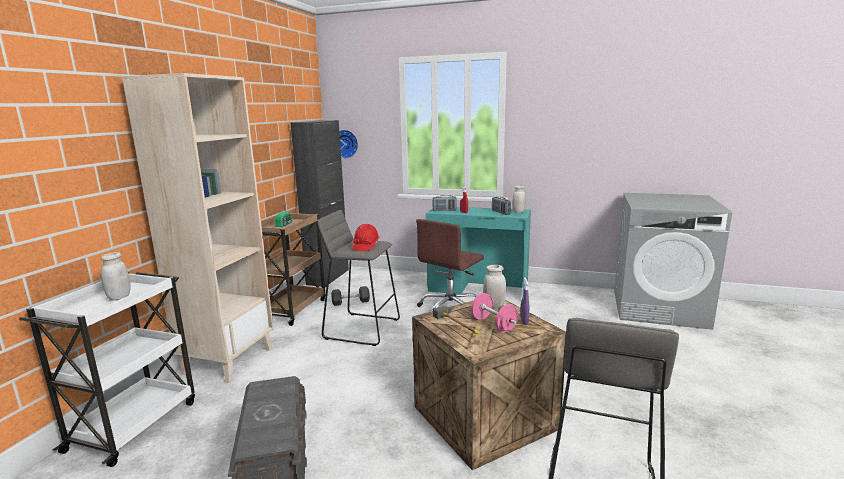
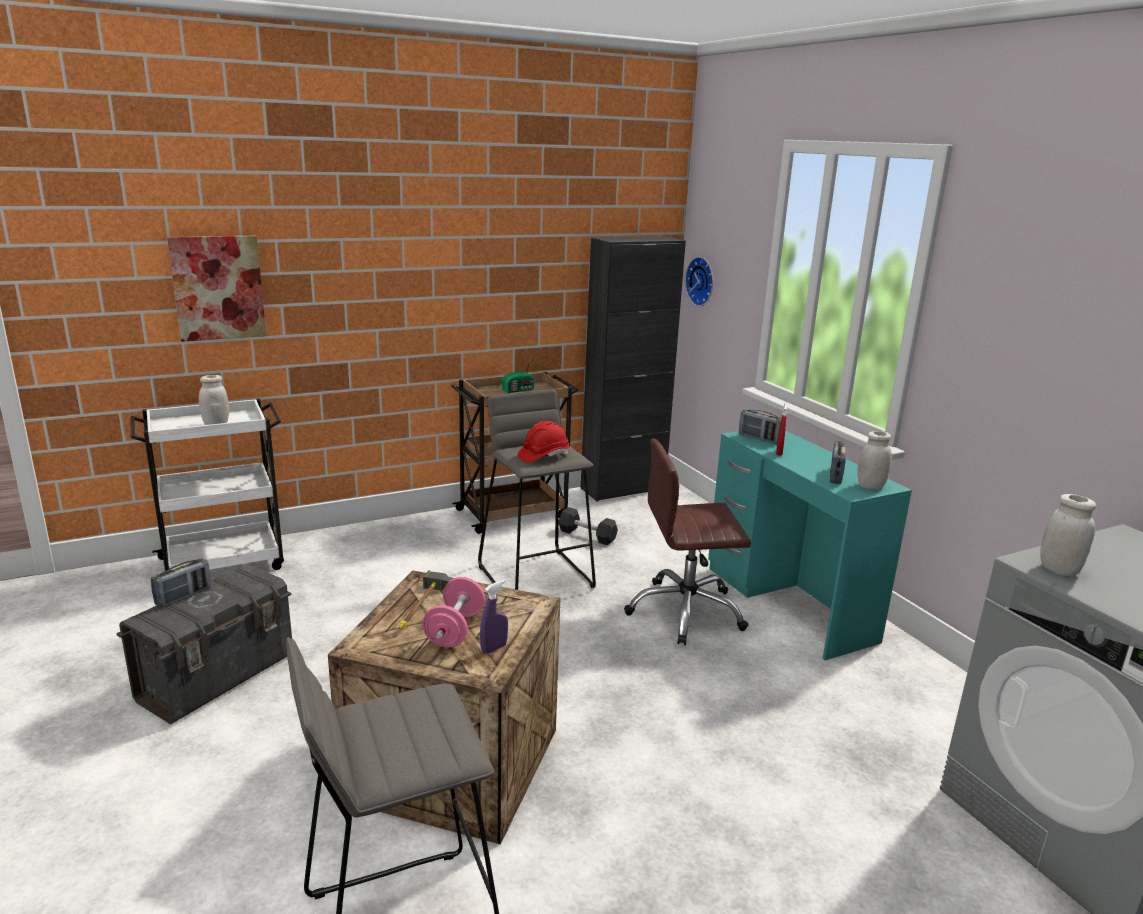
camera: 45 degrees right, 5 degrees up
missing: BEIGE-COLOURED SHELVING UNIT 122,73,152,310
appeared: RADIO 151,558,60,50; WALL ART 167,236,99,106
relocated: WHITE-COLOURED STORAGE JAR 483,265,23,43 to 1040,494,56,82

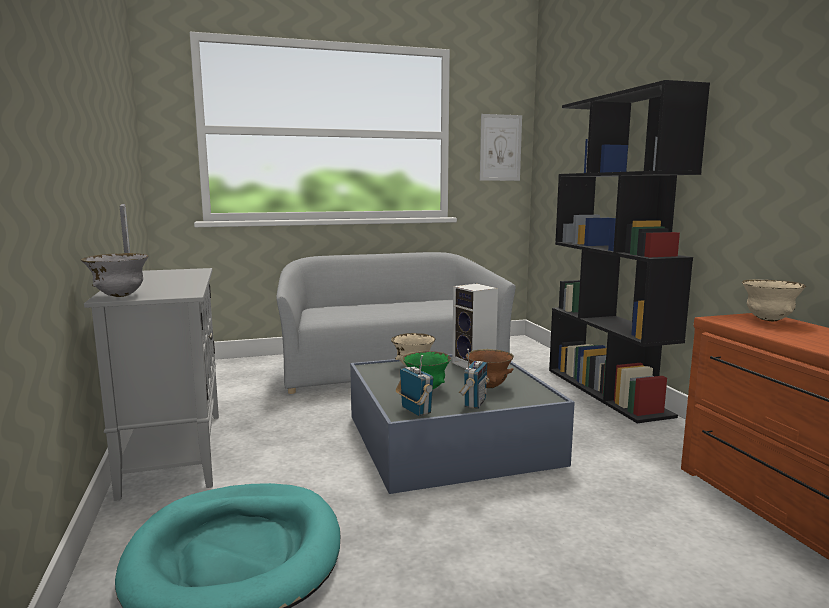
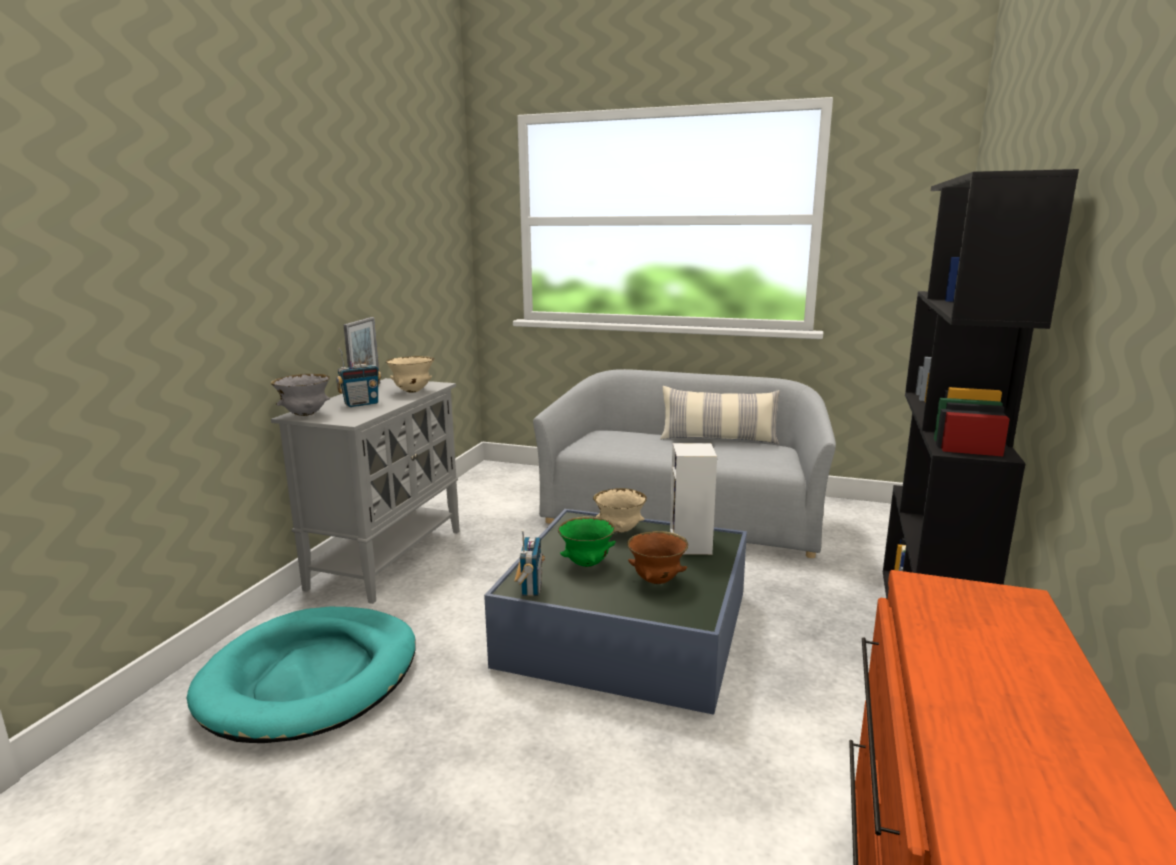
camera: 35 degrees right, 5 degrees up
missing: WALL ART 480,114,42,67
appeared: THROW PILLOW 660,386,120,58
relocated: RADIO 459,349,30,60 to 336,348,46,59; BEIGE-COLOURED DEEP DISH 742,279,64,42 to 386,356,49,37

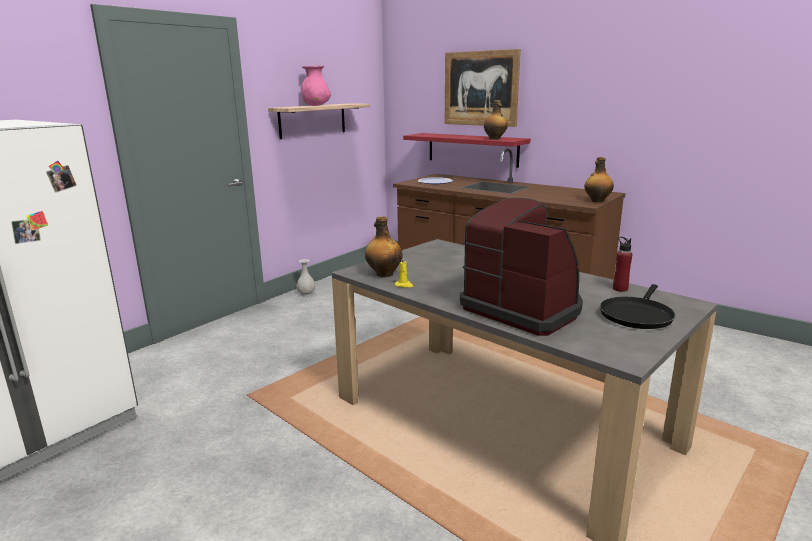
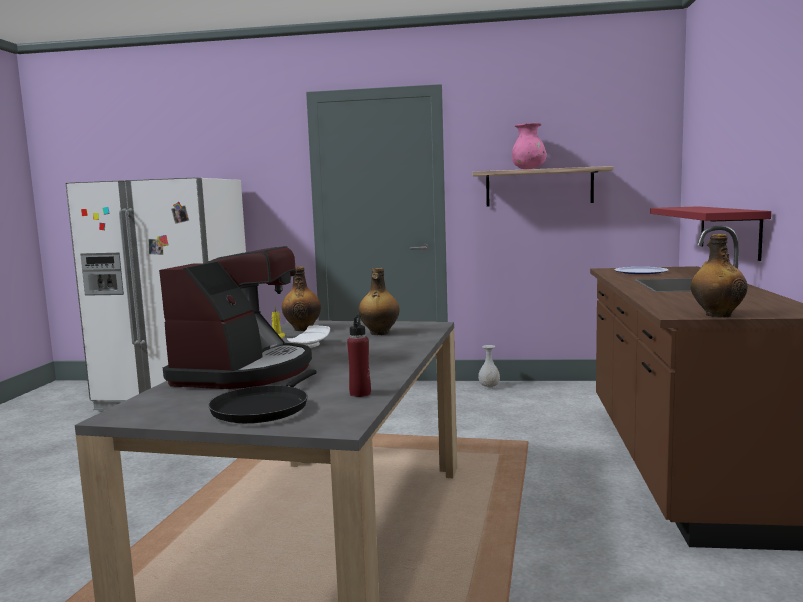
camera: 60 degrees right, 10 degrees down
missing: WALL ART 445,49,76,78
appeared: WHITE-COLOURED FLAT DISH 287,326,43,22
relocated: BEVERAGE BOTTLE 484,100,24,40 to 358,268,42,67
spun: BLACKISH SKILLET 600,284,75,45 = 208,370,109,53 75 degrees counterclockwise

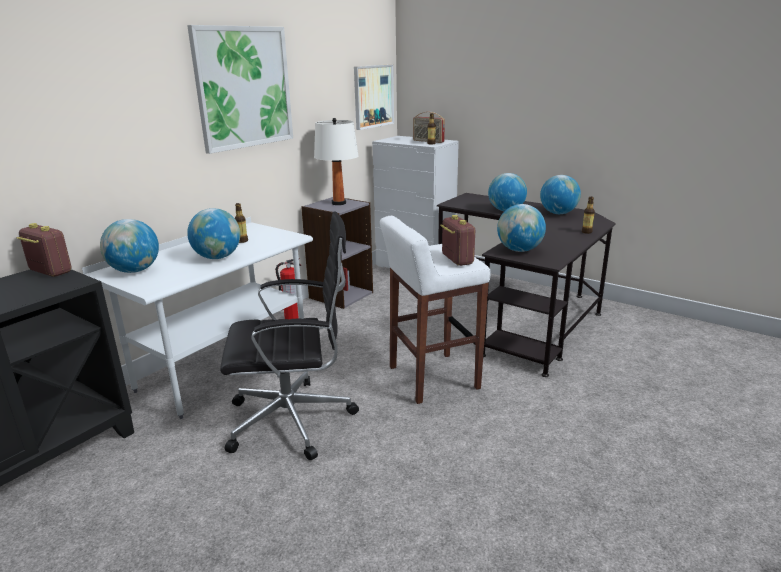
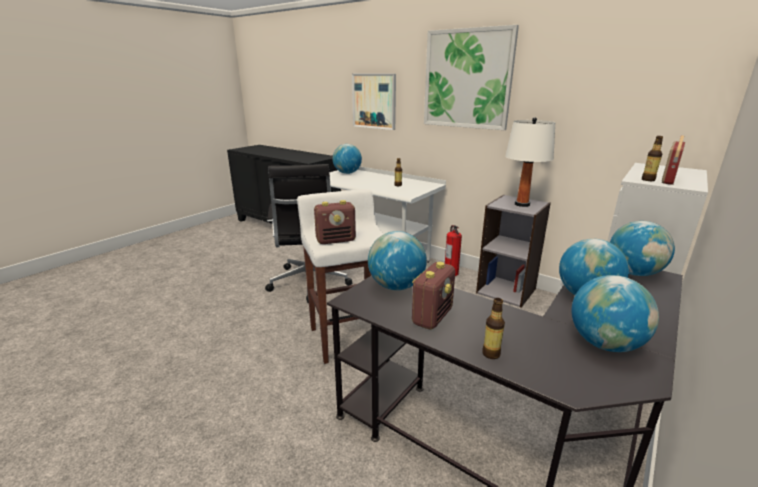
camera: 90 degrees right, 0 degrees up
relocated: RADIO 17,223,55,54 to 412,262,43,68; DESK GLOBE 187,208,53,51 to 610,221,65,55; WALL ART 354,65,40,65 to 352,74,44,56

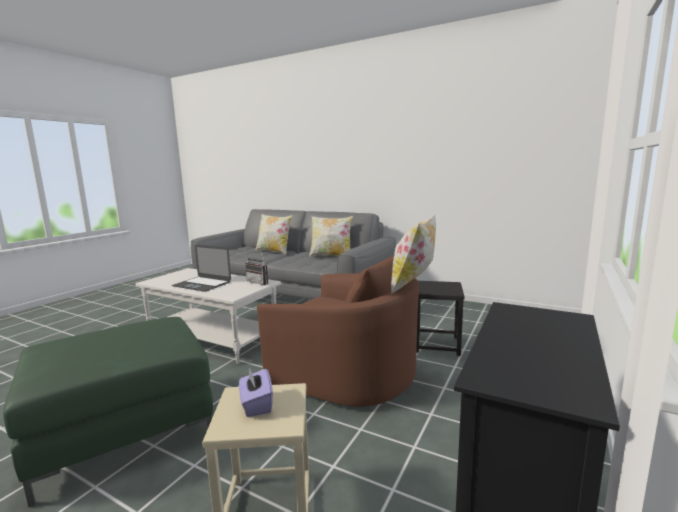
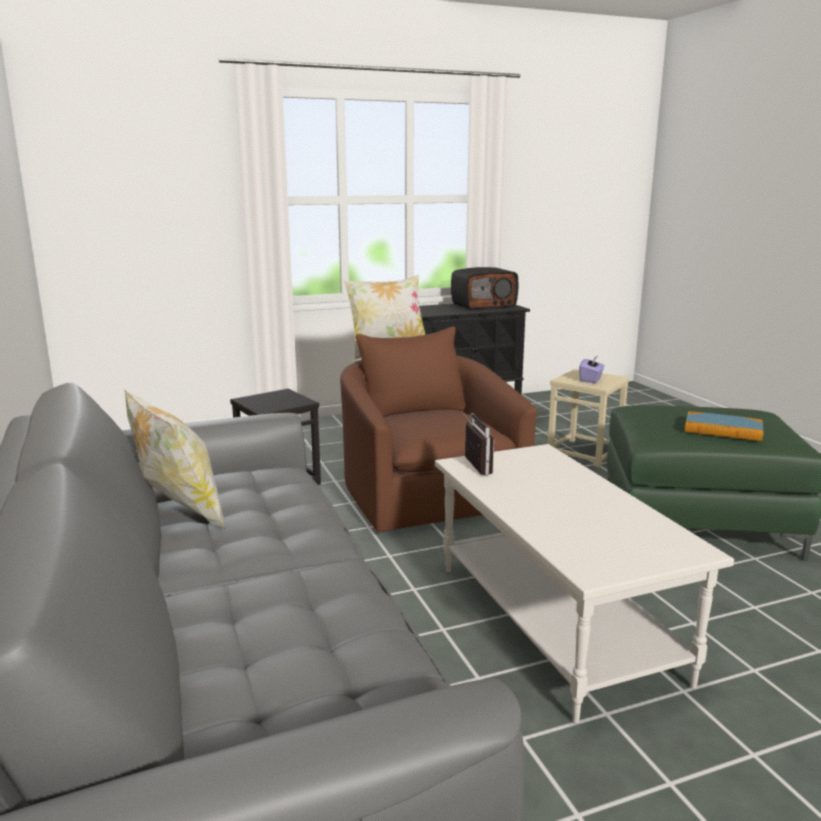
camera: 140 degrees left, 5 degrees up
missing: NOTEBOOK COMPUTER 172,245,59,47; THROW PILLOW 255,214,38,41
appeared: RADIO 451,267,67,43; BOOK 685,411,79,30

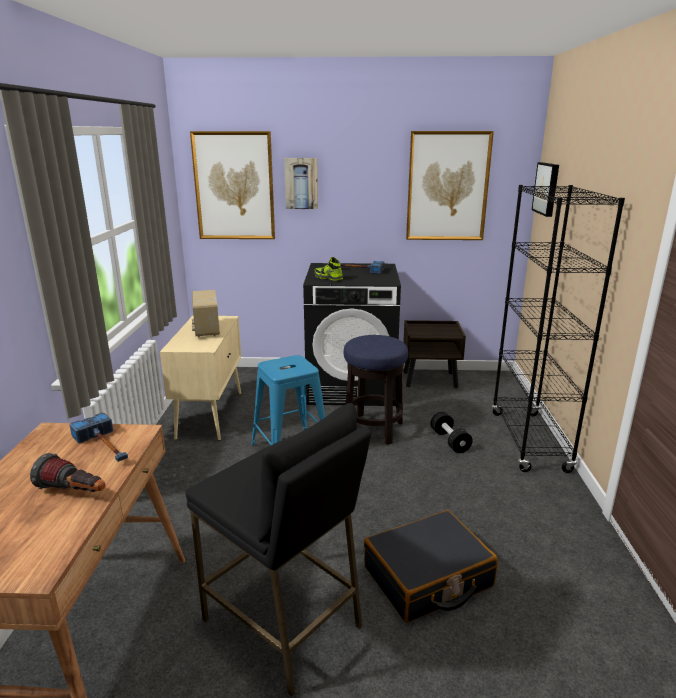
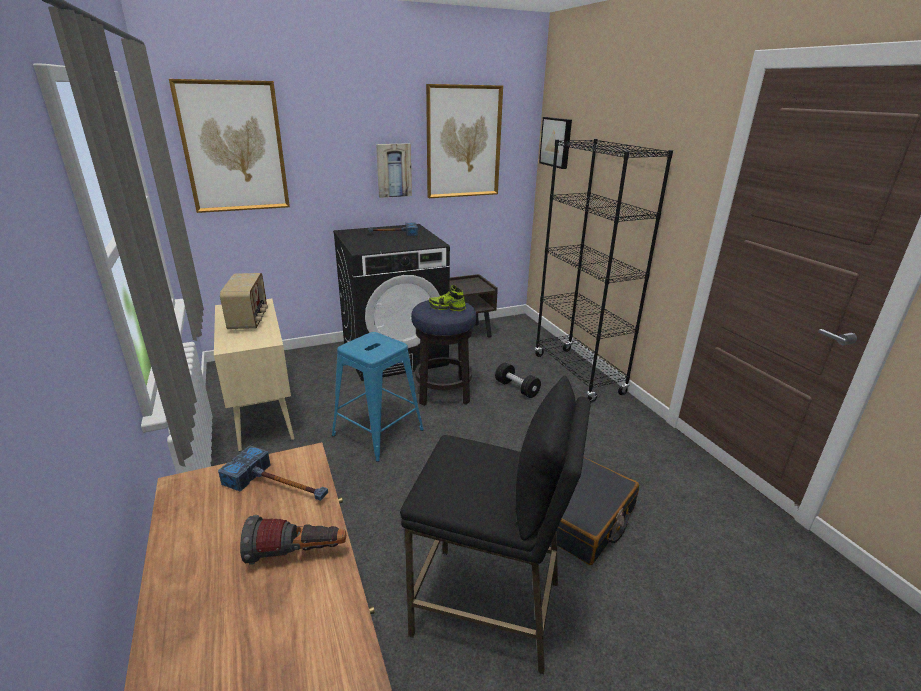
camera: 25 degrees left, 5 degrees up
relocated: WALL ART 284,158,34,51 to 376,143,36,55; SHOE 315,257,28,24 to 429,285,37,26
spun: RADIO 192,290,28,47 = 220,273,48,56 150 degrees counterclockwise

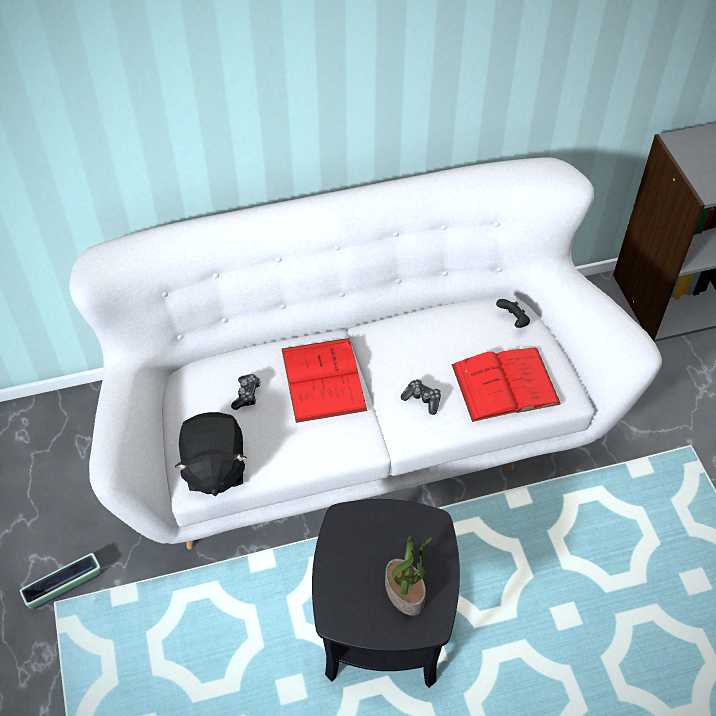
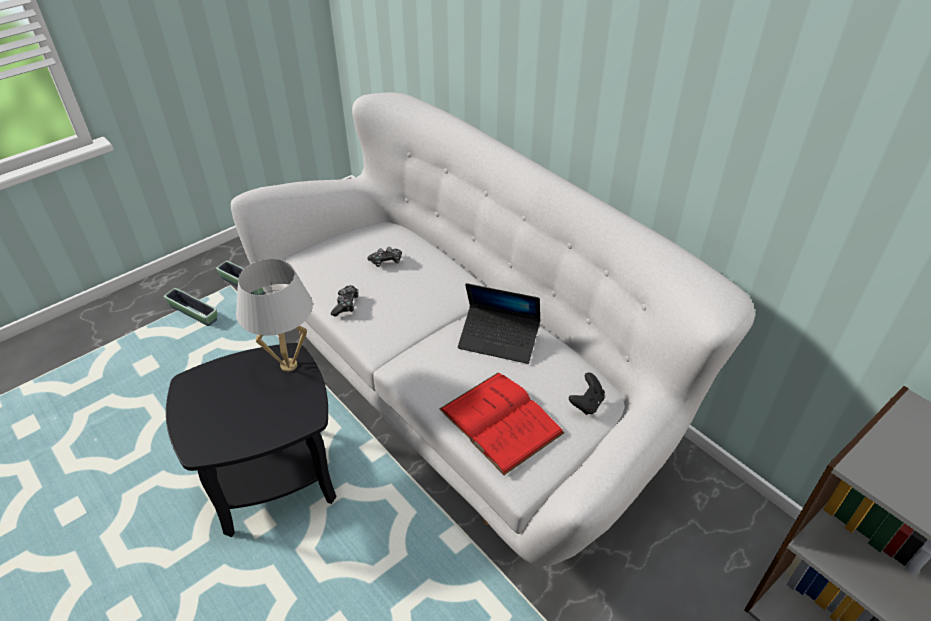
camera: 65 degrees right, 10 degrees down
missing: BLACKISH CUDDLY TOY 175,412,72,84; REDDISH BOOK 281,338,86,85; HOUSEPLANT 385,536,47,80
appeared: PLANT POT 164,288,53,38; WHITE-COLOURED LAMP FOR A TABLE 236,259,77,113; NOTEBOOK COMPUTER 458,283,83,81
relocated: JOYPAD 401,379,40,36 to 331,285,28,31

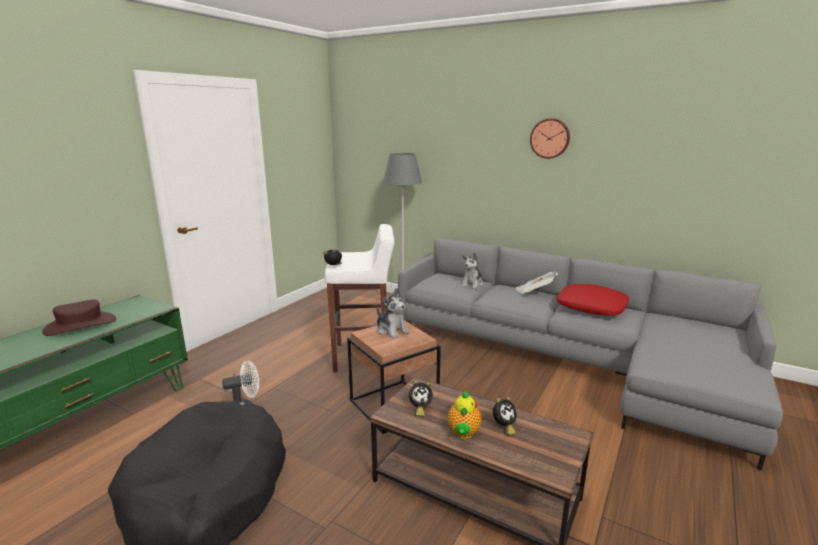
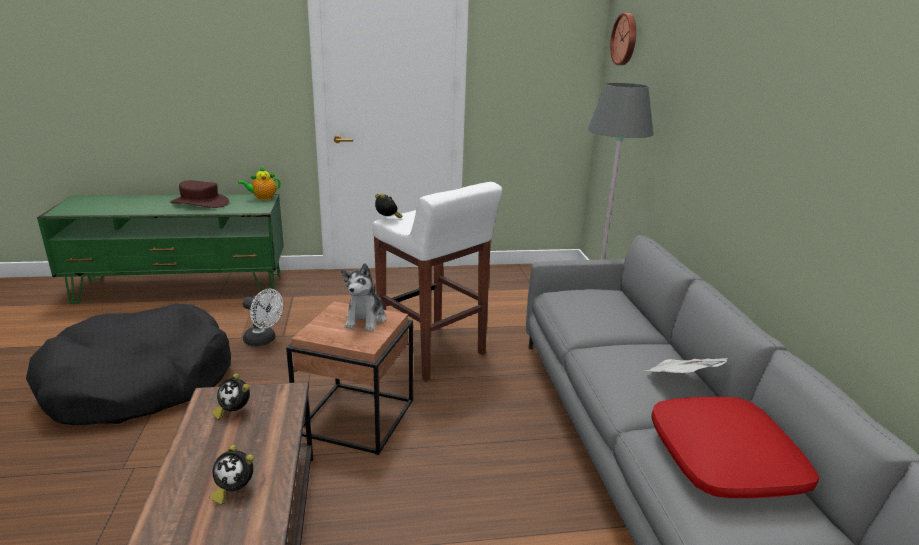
camera: 50 degrees right, 5 degrees up
missing: CUDDLY TOY 461,252,23,37
relocated: TEAPOT 448,391,33,47 to 238,166,42,34; CLOCK ON THE WALL 530,118,40,41 to 610,13,26,52

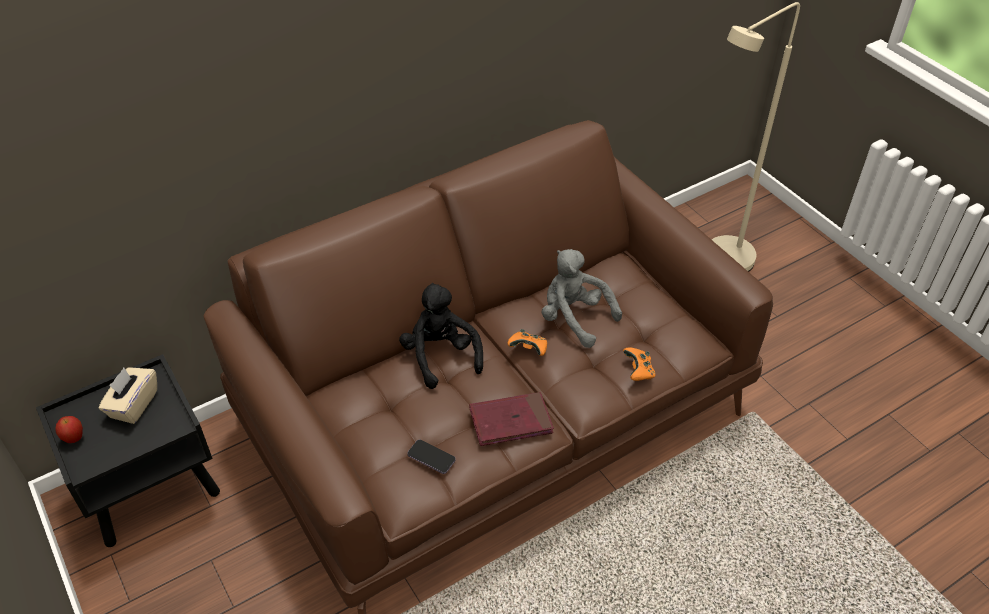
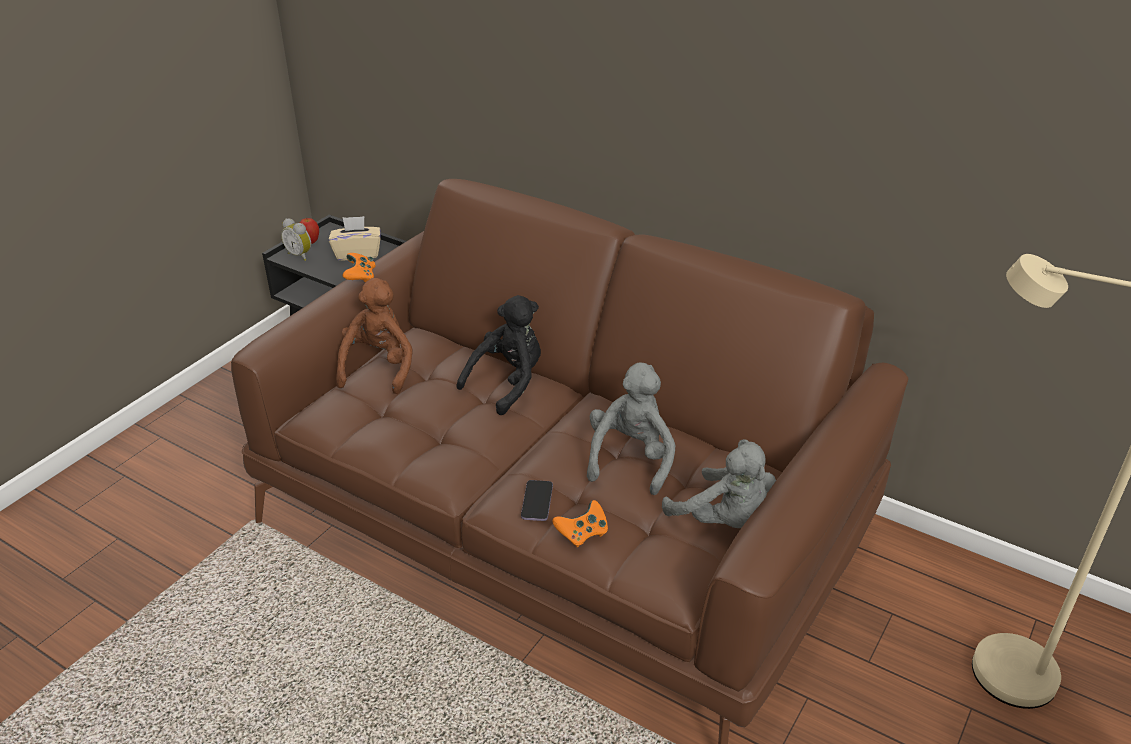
camera: 65 degrees right, 10 degrees down
missing: REDDISH BOOK 469,392,85,54
appeared: TABLE CLOCK 281,218,30,43; BROWN-COLOURED CUDDLY TOY 336,278,77,116; GREYISH CUDDLY TOY 662,439,114,89
relocated: HANDSET 407,439,49,35 to 521,480,32,41; ORANGEY JOYPAD 507,329,40,27 to 342,253,34,29

